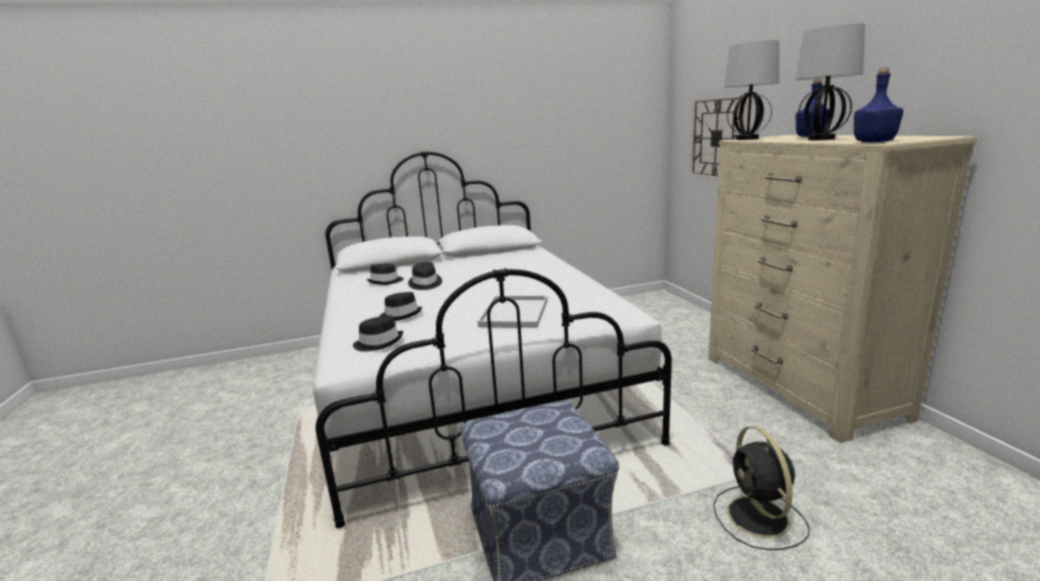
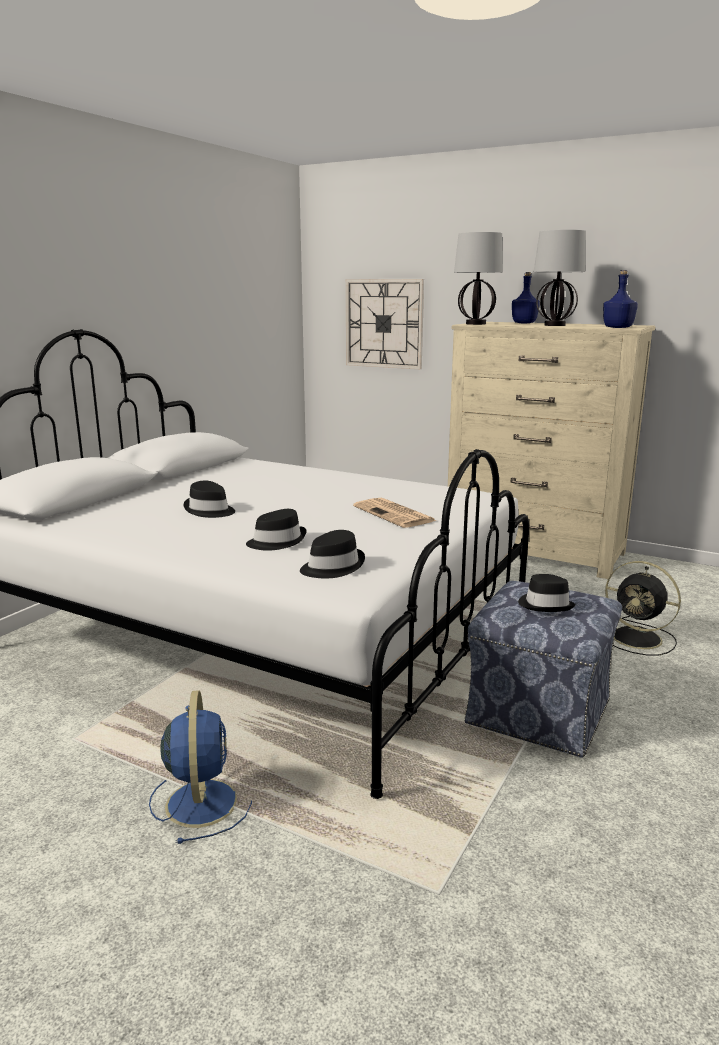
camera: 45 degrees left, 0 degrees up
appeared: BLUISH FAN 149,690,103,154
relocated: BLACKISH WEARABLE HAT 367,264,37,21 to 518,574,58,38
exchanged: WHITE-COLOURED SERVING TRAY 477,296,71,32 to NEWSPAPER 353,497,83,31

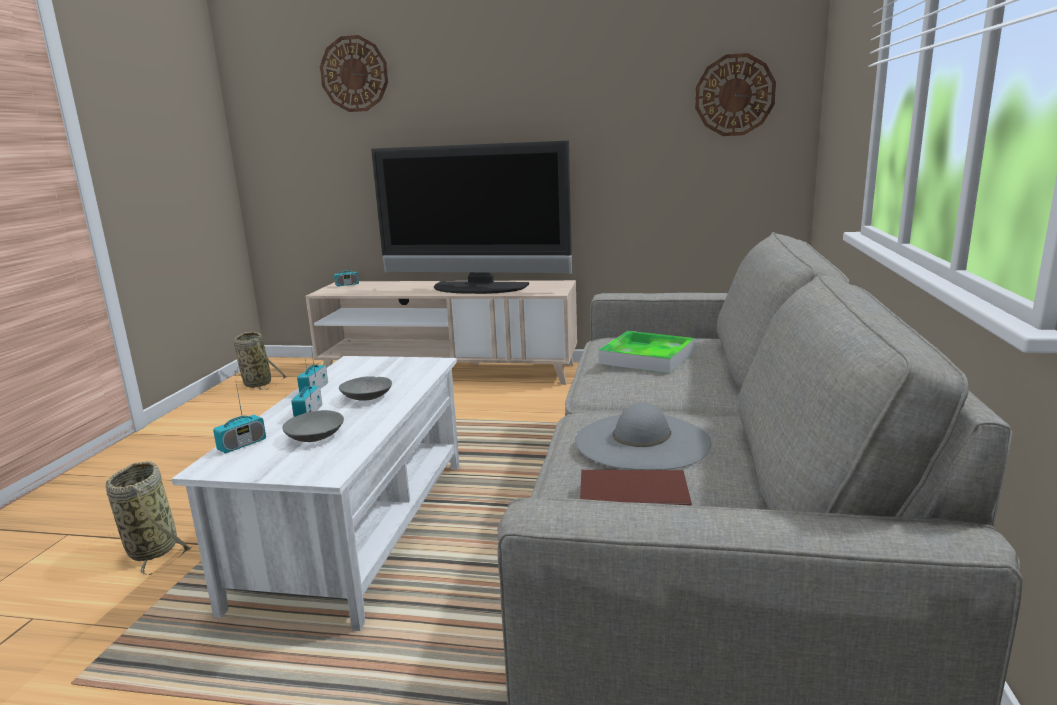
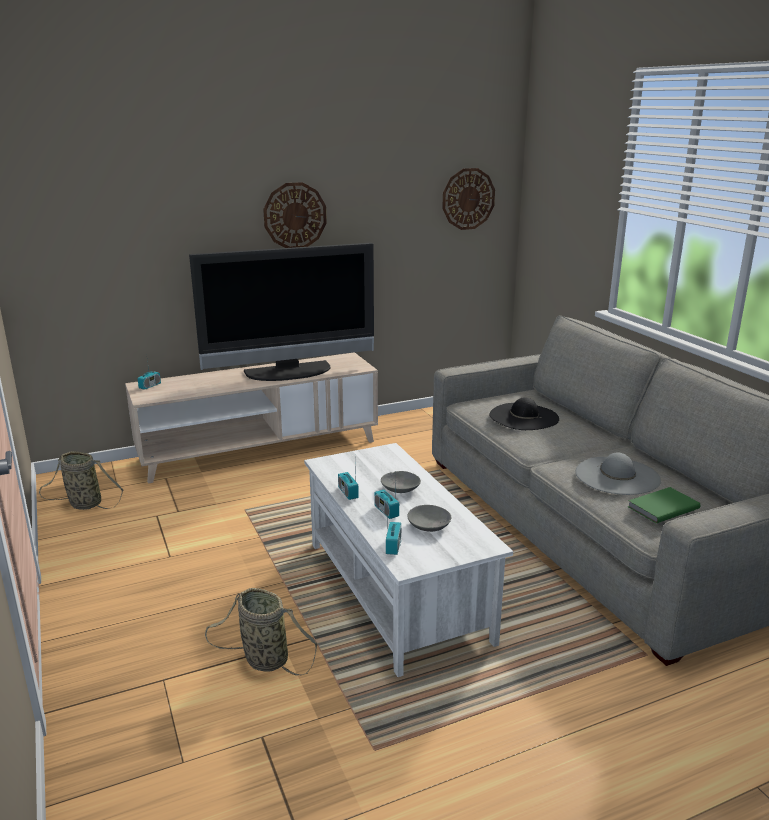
camera: 35 degrees left, 5 degrees up
relocated: CLOCK ON THE WALL 320,35,68,77 to 263,182,64,66
exchanged: SERVING TRAY 598,331,97,43 to BLACKISH WEARABLE HAT 489,397,70,33
colour: BROWN-COLOURED BOOK 580,470,112,36 to GREEN-COLOURED BOOK 627,487,73,36

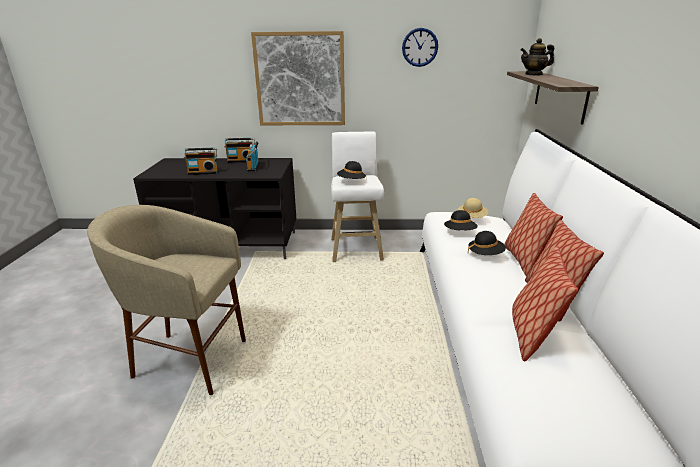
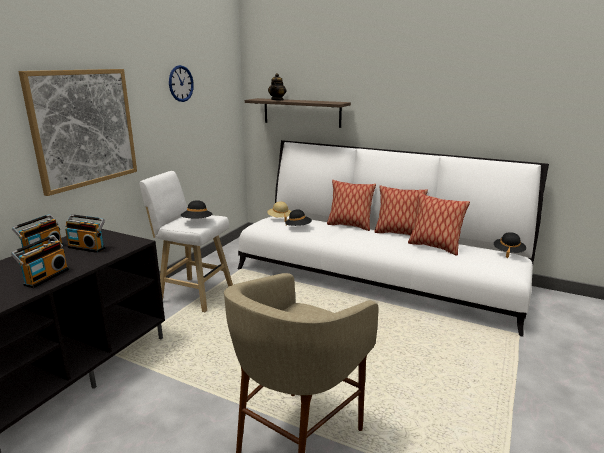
camera: 65 degrees left, 5 degrees down
relocated: BLACKISH WEARABLE HAT 468,231,38,24 to 494,232,32,26

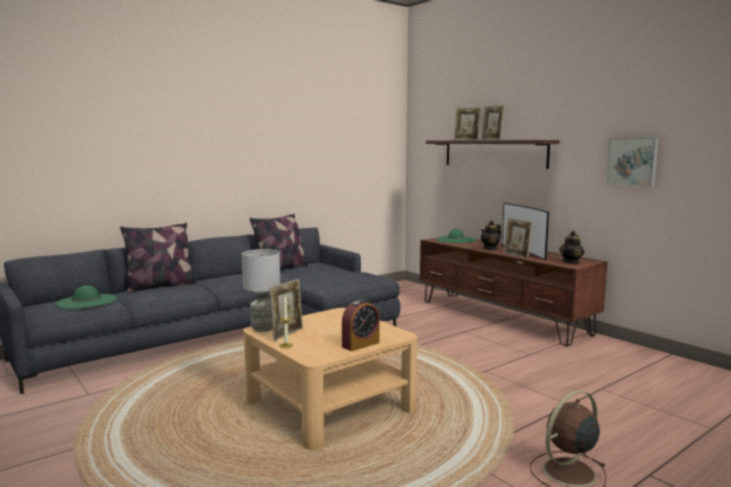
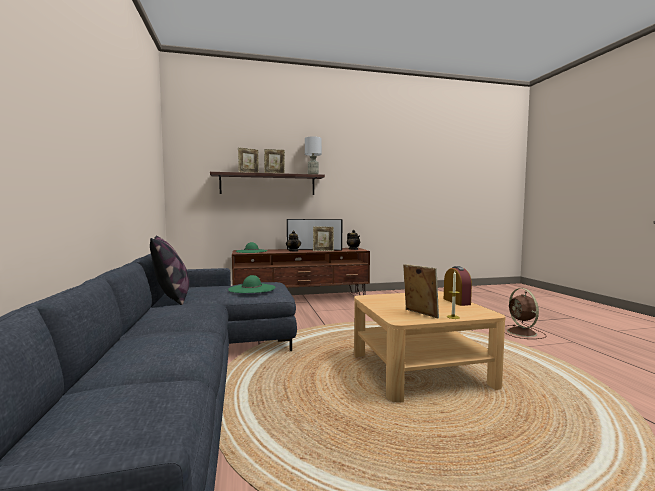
camera: 65 degrees left, 5 degrees down
missing: THROW PILLOW 120,223,76,70; WALL ART 606,138,53,49
relocated: GREEN-COLOURED WEARABLE HAT 55,285,62,24 to 228,275,48,18; GREYISH LAMP FOR A TABLE 242,249,38,83 to 305,136,17,38

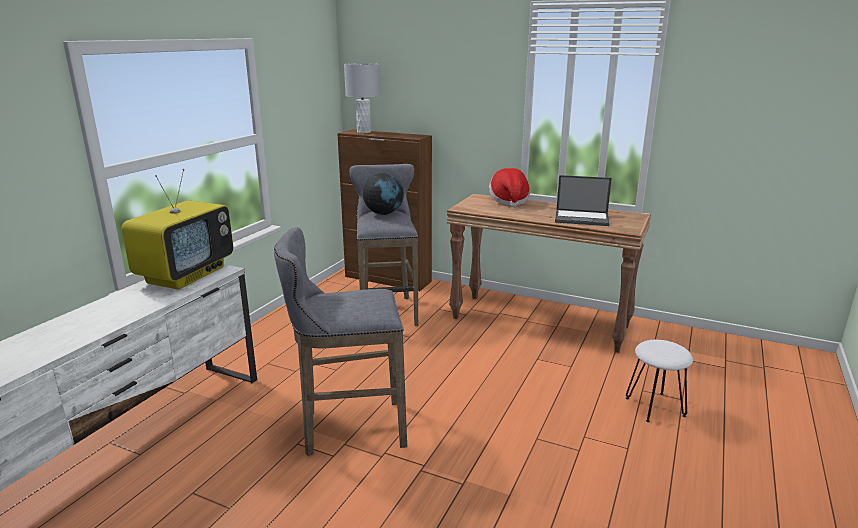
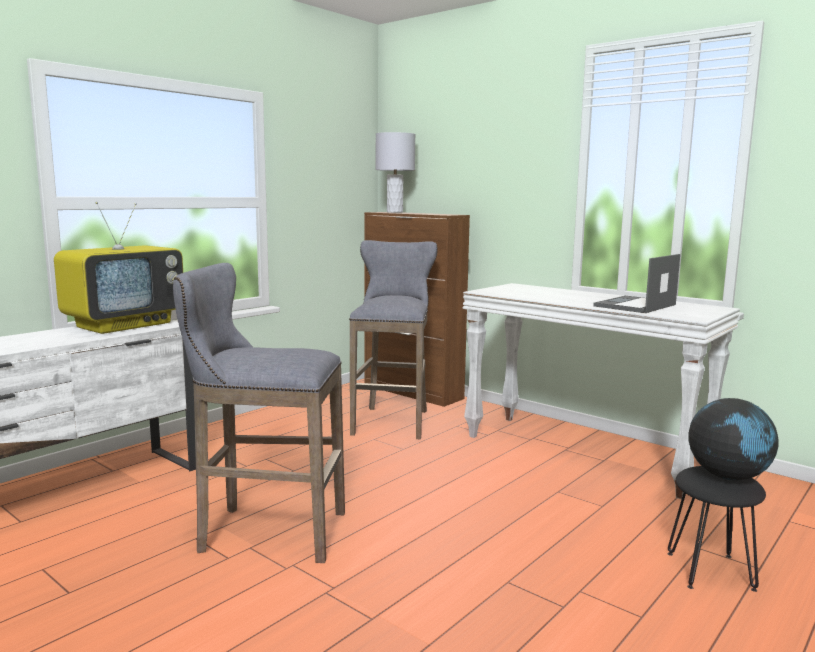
camera: 15 degrees right, 10 degrees down
missing: WEARABLE HAT 489,168,41,40
relocated: DESK GLOBE 363,173,41,42 to 688,398,90,82
colour: BROWN-COLOURED CONSOLE TABLE 447,194,204,159 to WHITE-COLOURED CONSOLE TABLE 463,283,277,216; WHITE-COLOURED STOOL SEAT 626,340,67,82 to BLACKISH STOOL SEAT 667,466,99,126
spun: NOTEBOOK COMPUTER 555,175,57,51 = 593,254,87,59 105 degrees clockwise

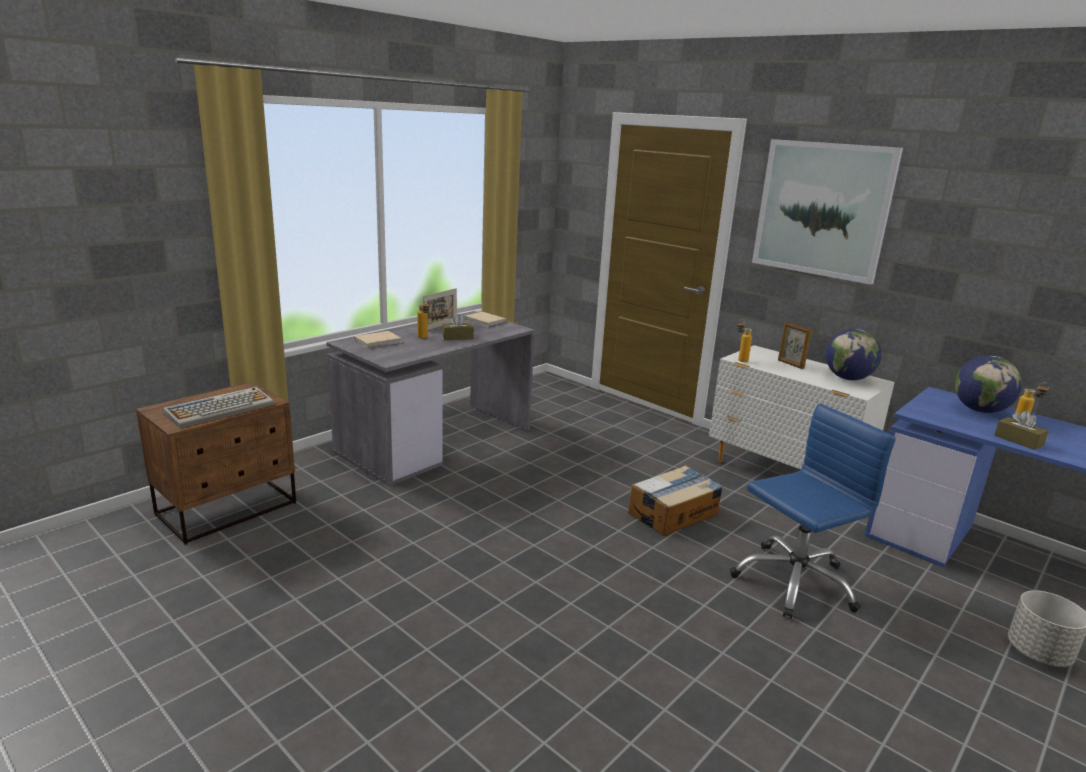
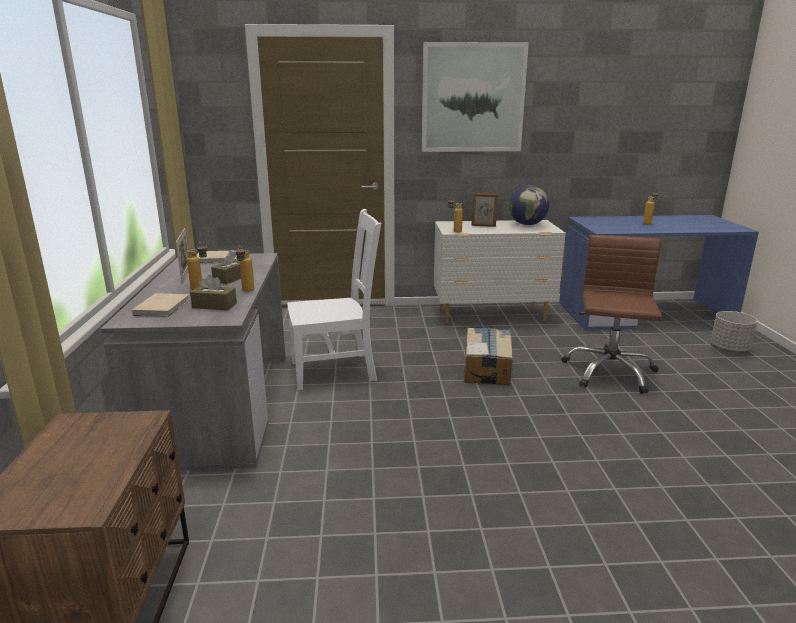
camera: 45 degrees left, 0 degrees up
missing: COMPUTER KEYBOARD 163,387,111,41; DESK GLOBE 955,356,67,57
appeared: BEVERAGE BOTTLE 235,245,19,47; WHITE-COLOURED UPRIGHT CHAIR 287,209,94,181
relocated: BROWN-COLOURED BOX OF TISSUES 995,411,54,39 to 190,275,47,35
colour: BLUISH COMPUTER CHAIR 730,404,166,215 to BROWN-COLOURED COMPUTER CHAIR 562,235,100,159

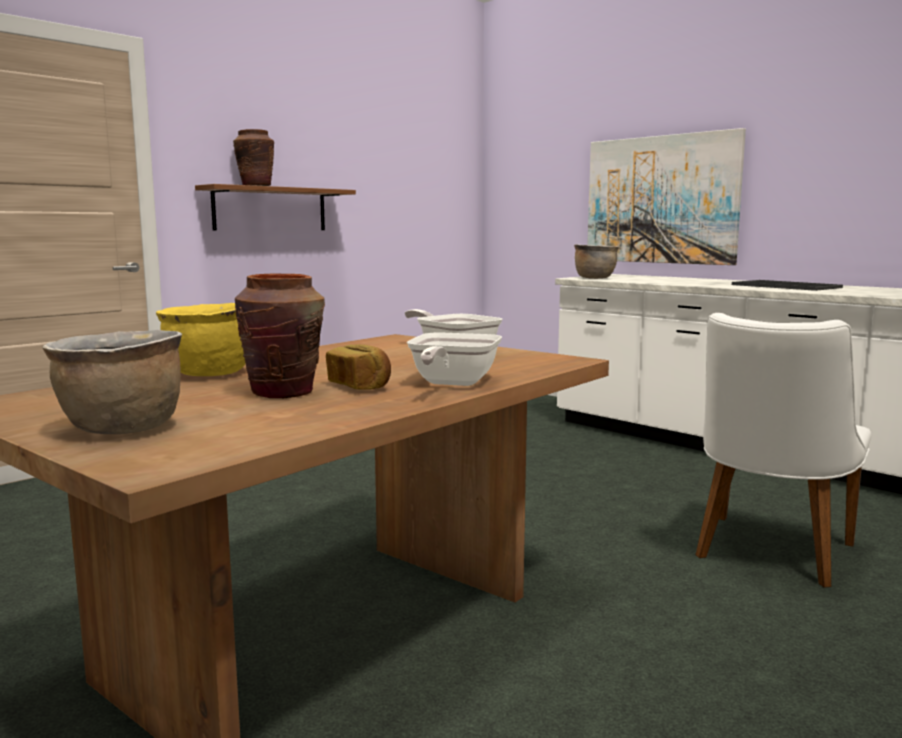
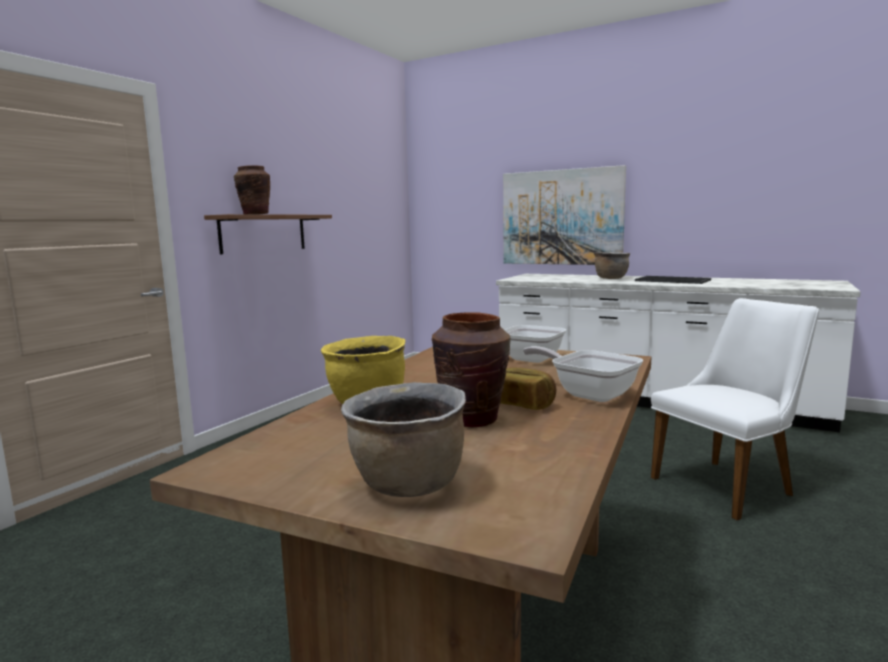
camera: 15 degrees left, 0 degrees up
relocated: BROWN-COLOURED SAUCEPOT 574,244,45,35 to 594,252,36,27
spun: SKILLET 407,333,95,53 = 523,346,120,56 135 degrees clockwise; WHITE-COLOURED UPRIGHT CHAIR 695,313,176,275 = 651,298,168,222 135 degrees counterclockwise

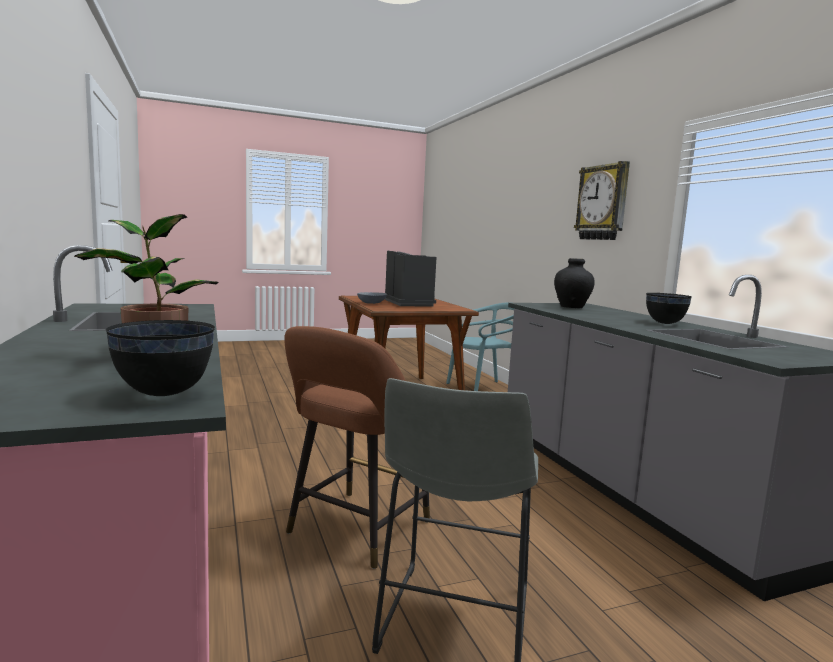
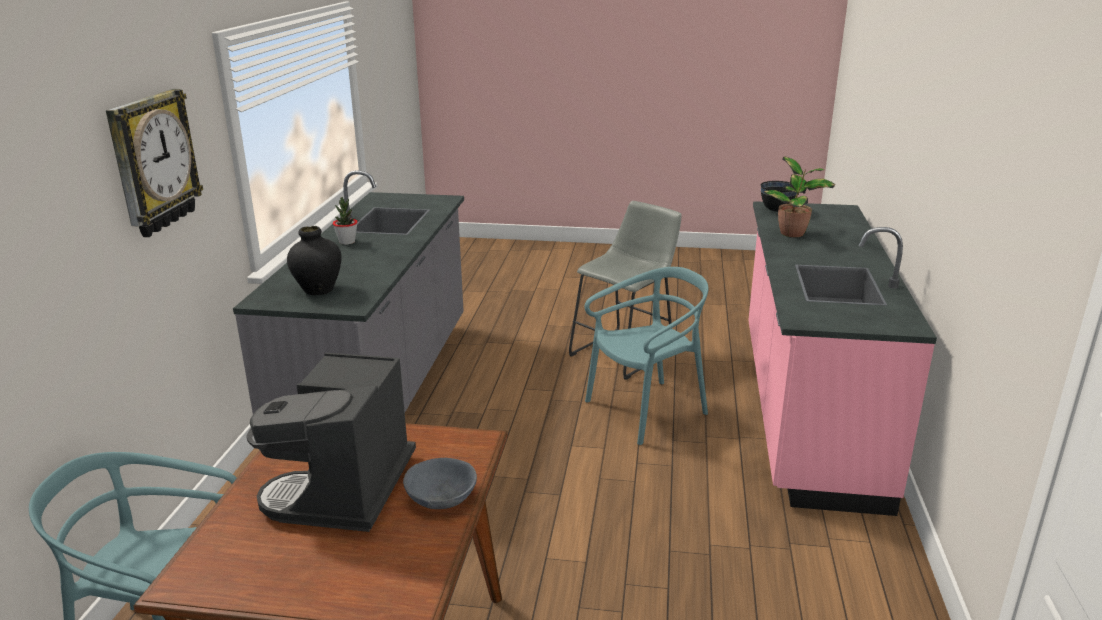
camera: 150 degrees left, 15 degrees up
exchanged: BROWN-COLOURED STOOL SEAT 284,326,146,243 to TURQUOISE-COLOURED UPRIGHT CHAIR 584,267,124,178; BLACKISH DEEP DISH 646,293,46,31 to HOUSEPLANT 333,197,25,48

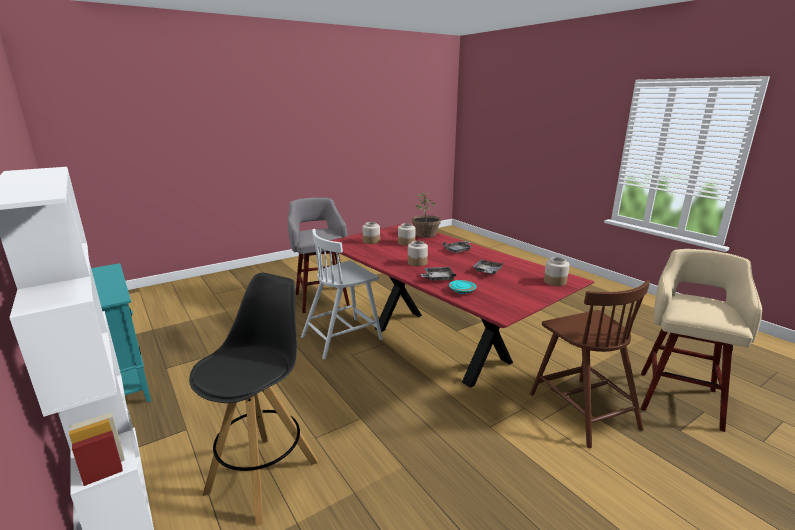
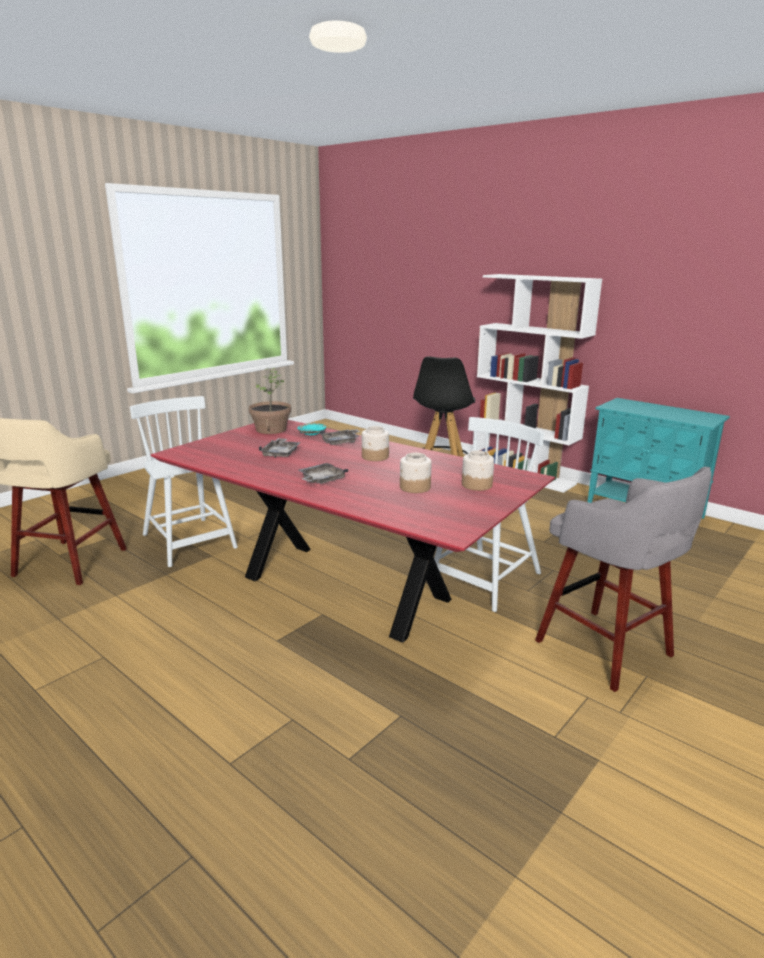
camera: 165 degrees right, 0 degrees up
missing: STORAGE JAR 544,257,25,29
relocated: HOUSEPLANT 412,192,29,46 to 249,368,42,66
colour: BROWN-COLOURED UPRIGHT CHAIR 530,280,120,168 to WHITE-COLOURED UPRIGHT CHAIR 130,396,108,171

